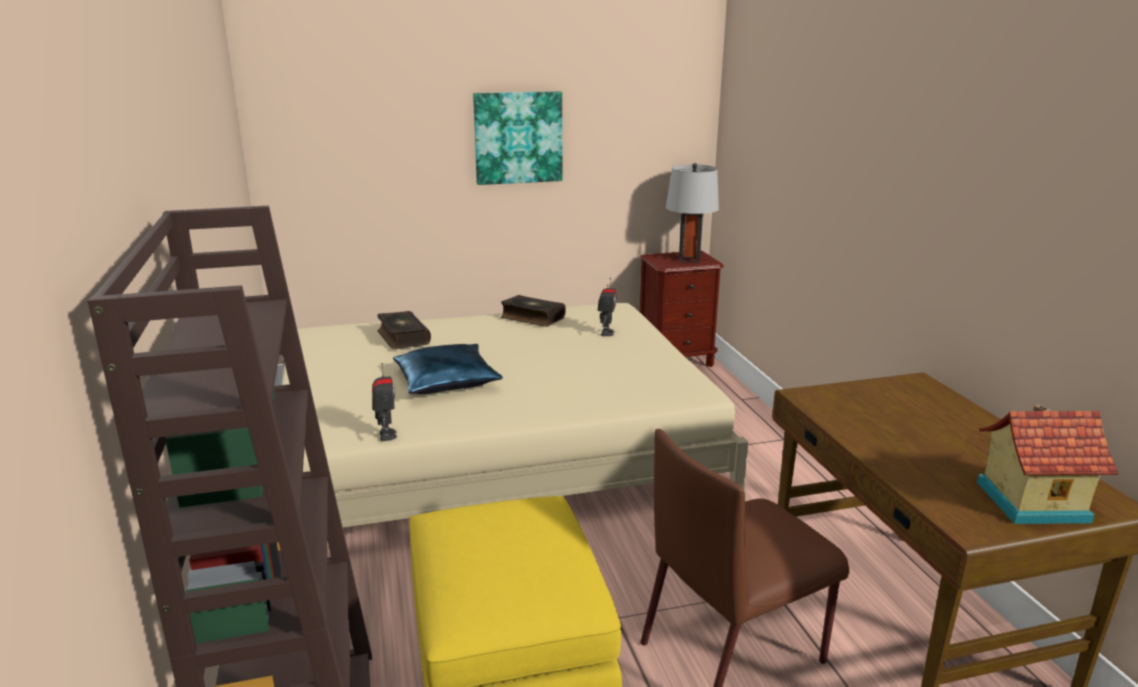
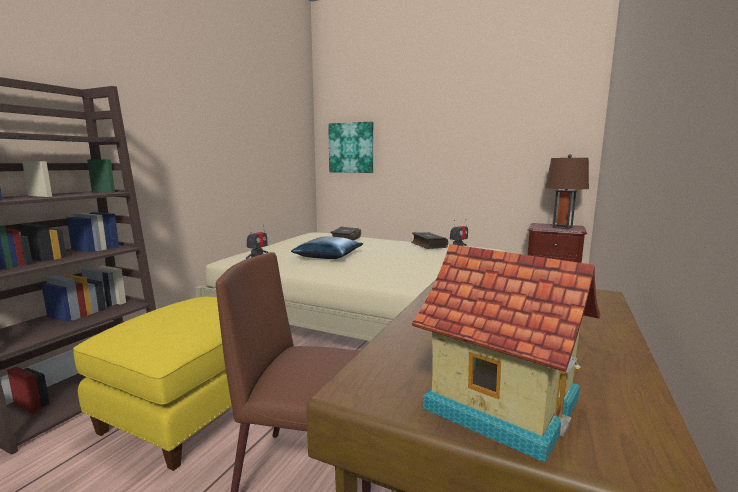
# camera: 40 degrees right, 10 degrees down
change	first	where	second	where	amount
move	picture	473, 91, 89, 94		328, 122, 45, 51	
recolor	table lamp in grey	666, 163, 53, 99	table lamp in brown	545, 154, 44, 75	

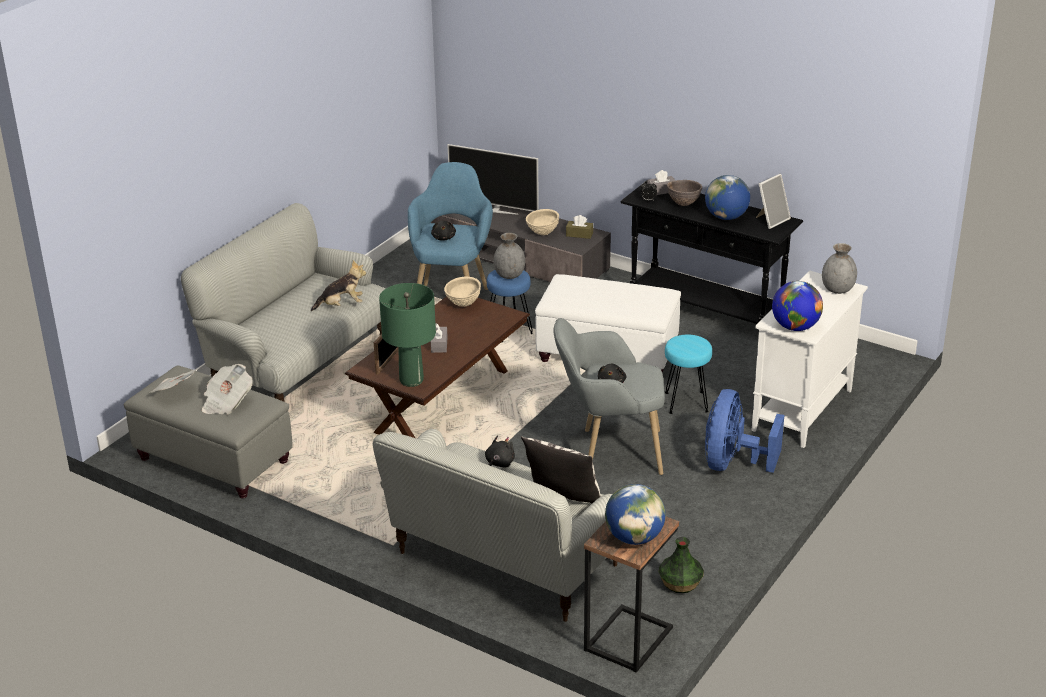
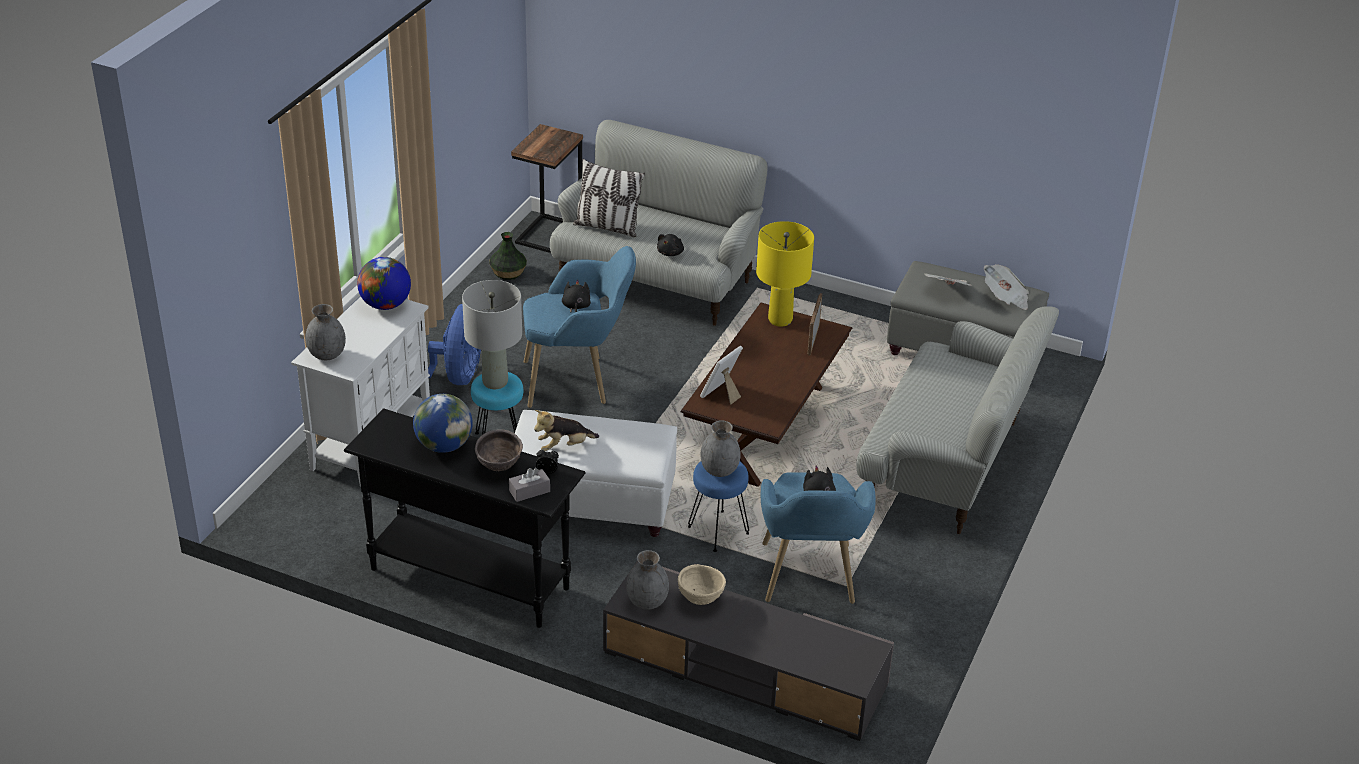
# camera: 170 degrees right, 5 degrees up
change	first	where	second	where	amount
insert			table lamp in grey	462, 280, 60, 109	
recolor	armchair in grey	554, 318, 111, 157	armchair in blue	523, 246, 113, 162	
move	plush toy	311, 260, 55, 51		534, 410, 65, 41	
replace	tissue box in brown	566, 215, 27, 24	vase in grey	626, 550, 43, 60	
move	picture frame	756, 174, 35, 55		700, 346, 43, 59	
recolor	table lamp in green	379, 283, 57, 104	table lamp in yellow	756, 221, 58, 106	
delete	tissue box in grey	431, 323, 17, 30			
delete	bowl in beige	444, 277, 37, 30			
delete	television	447, 144, 92, 71			
delete	globe	605, 484, 61, 61			

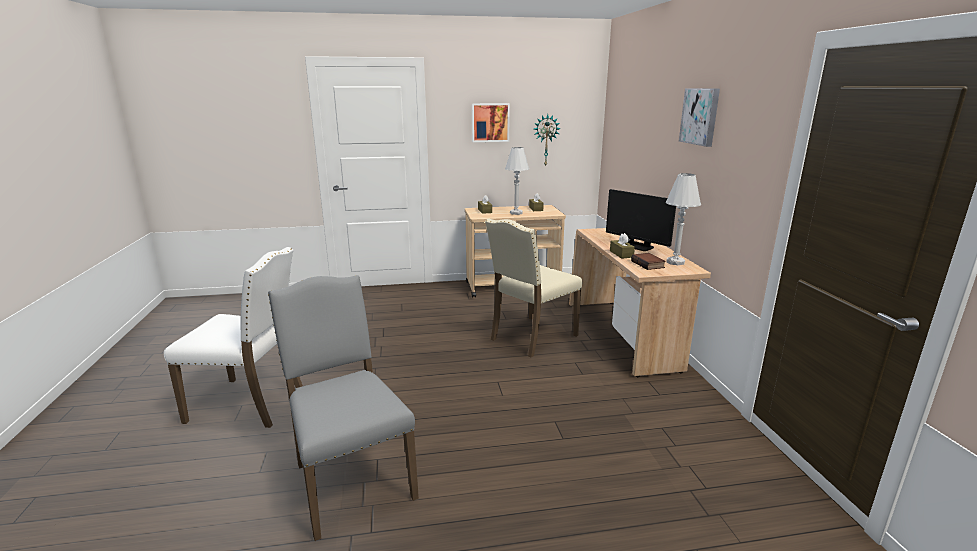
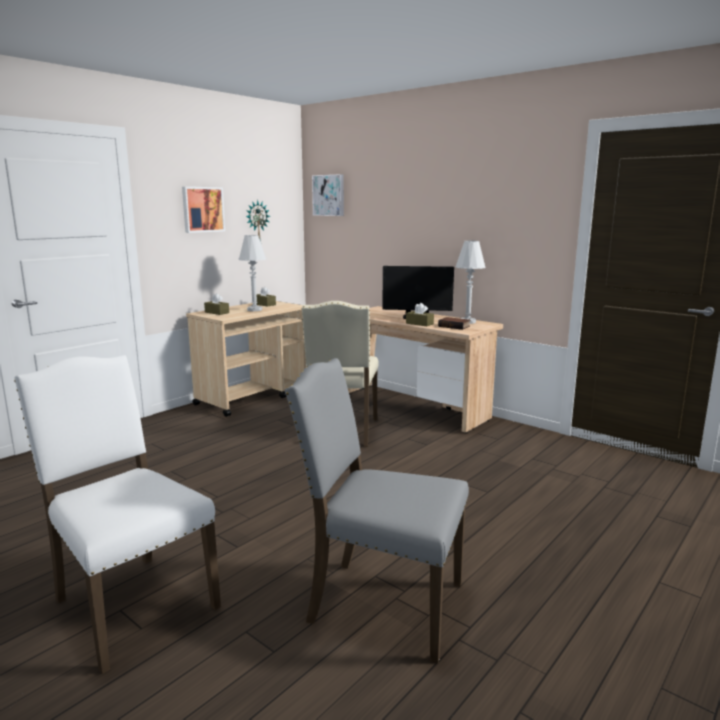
# camera: 40 degrees left, 5 degrees down
change	first	where	second	where	amount
rotate	chair in white	164, 247, 139, 181		14, 355, 207, 319	105 degrees counterclockwise
move	picture	679, 88, 41, 59		312, 174, 32, 42	

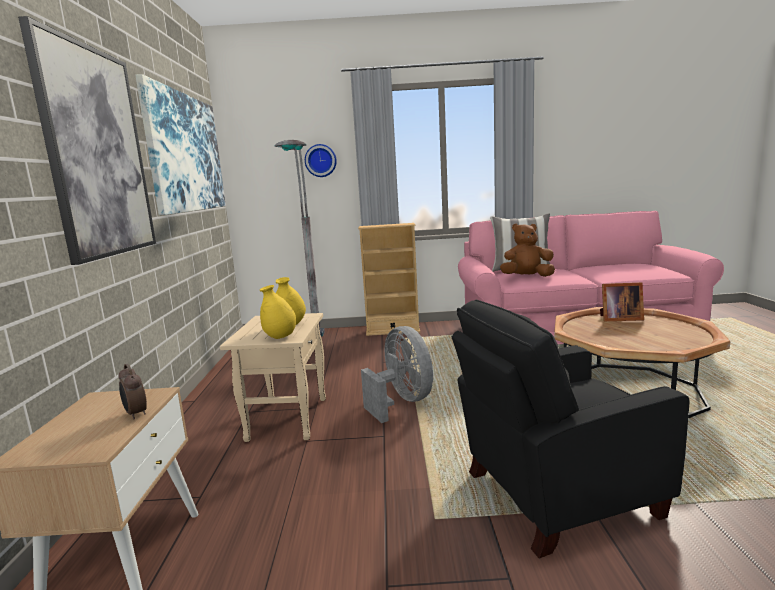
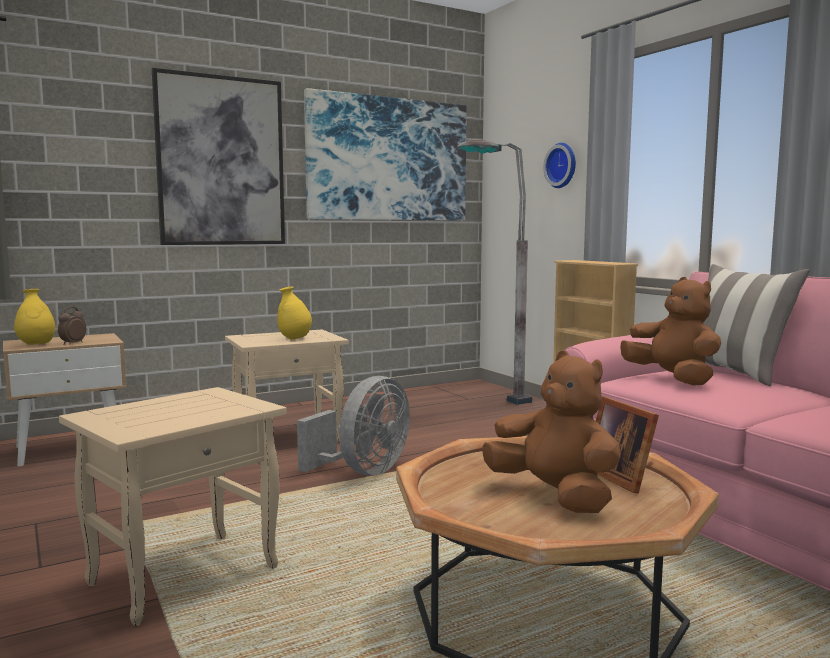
# camera: 60 degrees right, 5 degrees down
change	first	where	second	where	amount
move	vase in yellow	260, 285, 36, 54		14, 289, 41, 56	
replace	armchair in black	452, 300, 237, 259	side table in beige	59, 387, 228, 239	
insert			plush toy in brown	482, 351, 138, 162	

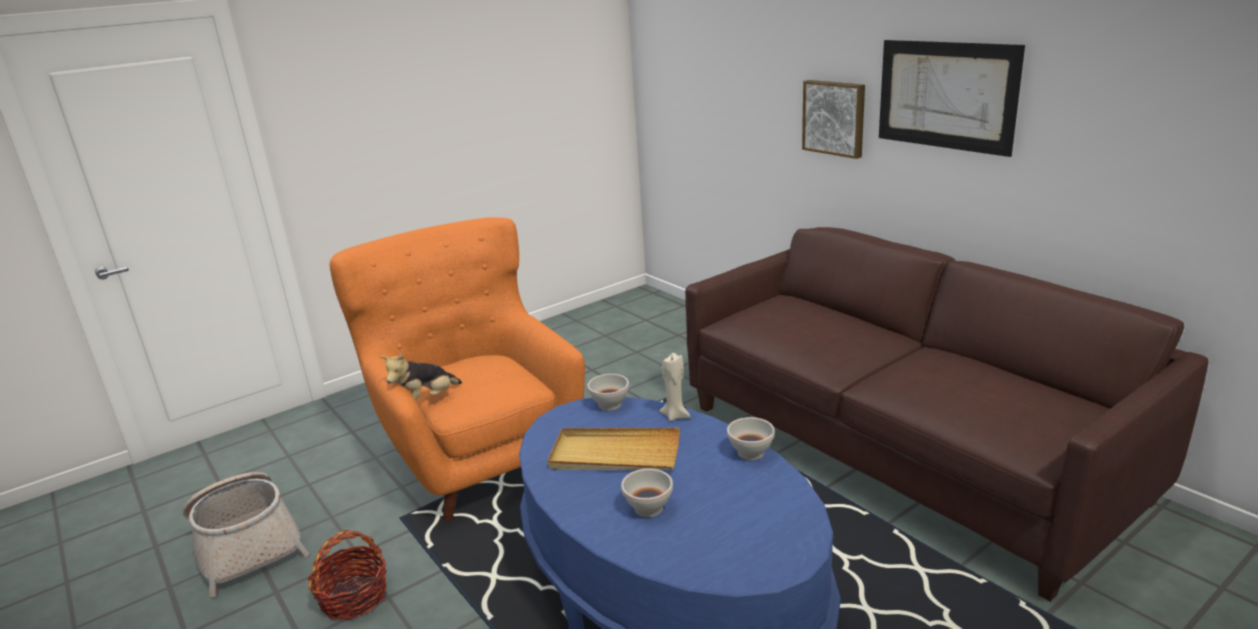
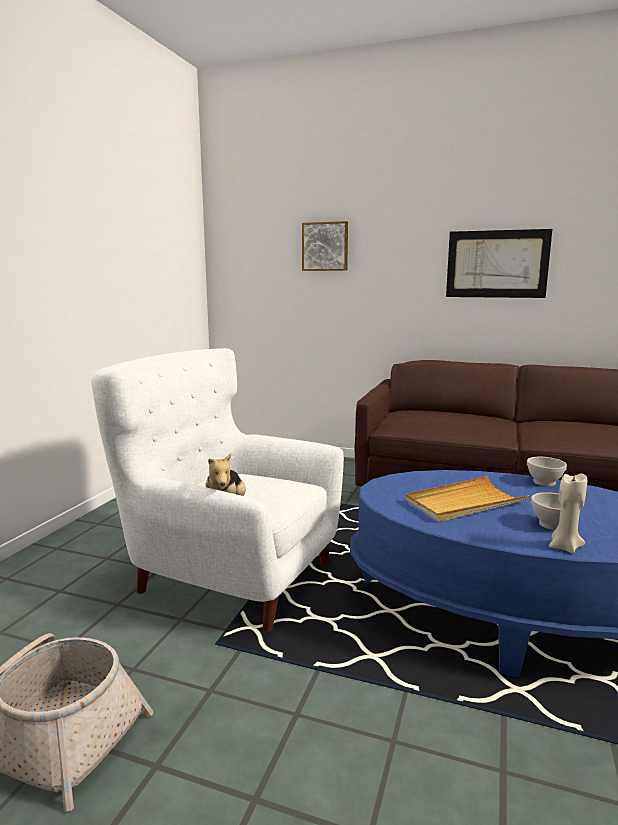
# camera: 35 degrees left, 10 degrees down
change	first	where	second	where	amount
recolor	armchair in orange	329, 217, 256, 305	armchair in white	91, 348, 253, 284	
move	picture	802, 80, 63, 79		302, 221, 46, 50	
move	candle in beige	659, 353, 32, 68		549, 472, 38, 82	
delete	basket	308, 530, 79, 90			
delete	bowl in white	587, 374, 42, 37			

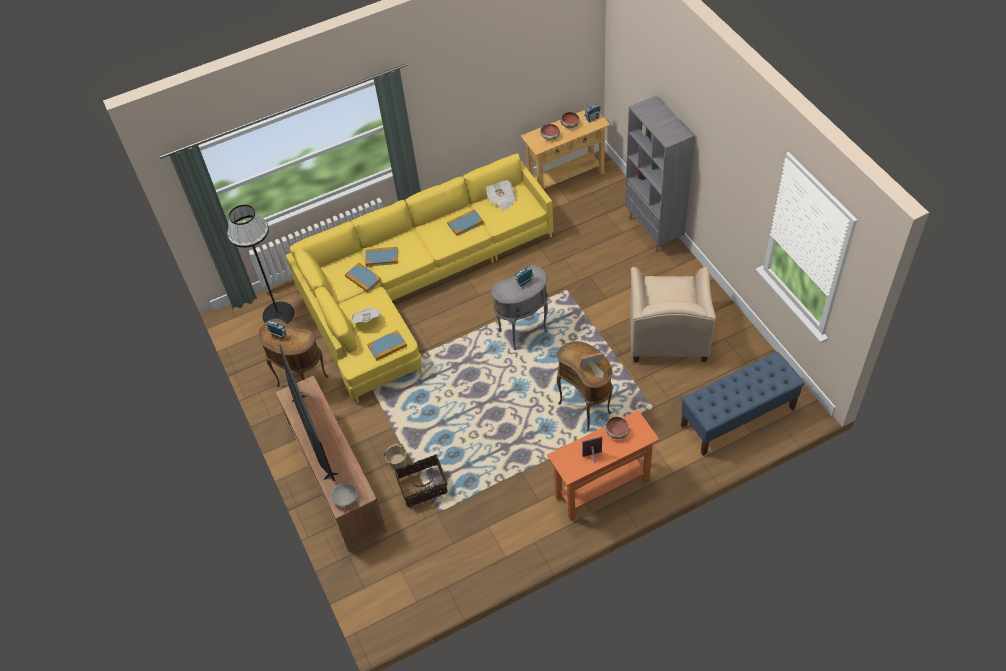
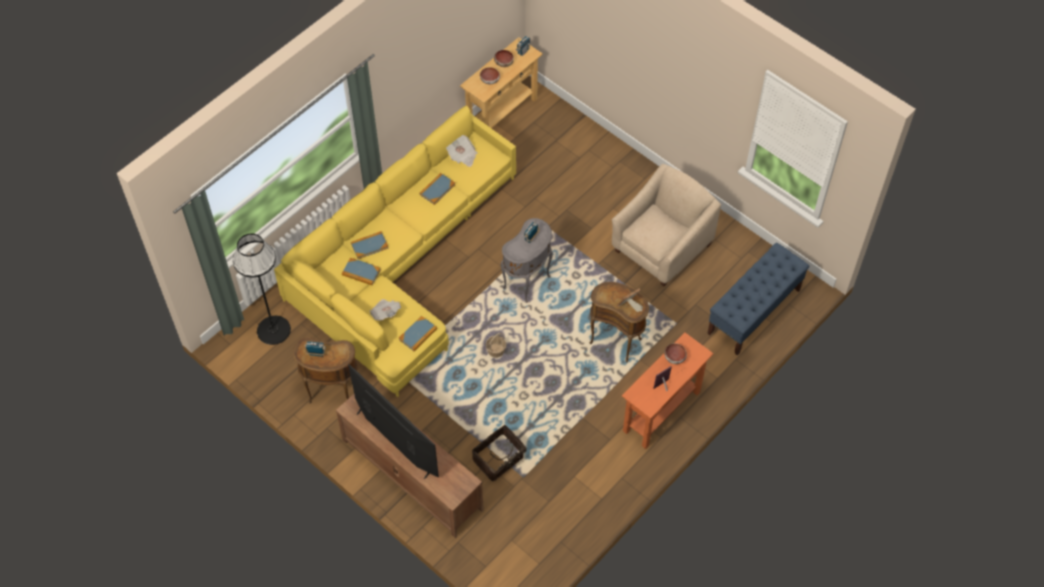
# camera: 25 degrees left, 5 degrees up
change	first	where	second	where	amount
move	basket	384, 443, 23, 27		486, 332, 21, 26	
rotate	armchair in beige	630, 267, 86, 95		612, 164, 109, 122	120 degrees counterclockwise
delete	bowl in grey	331, 483, 26, 24			
delete	bookcase in grey	625, 95, 70, 157			

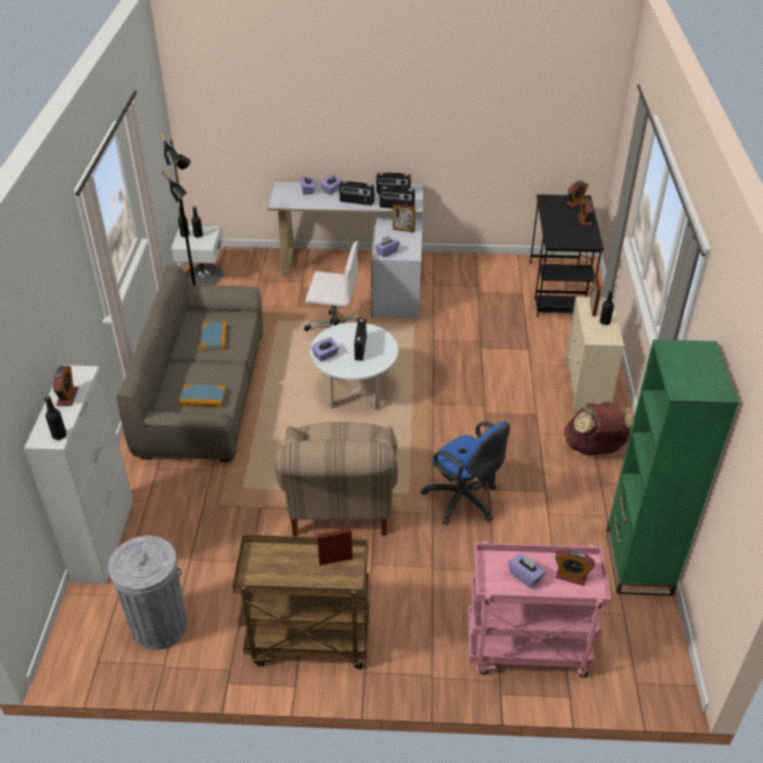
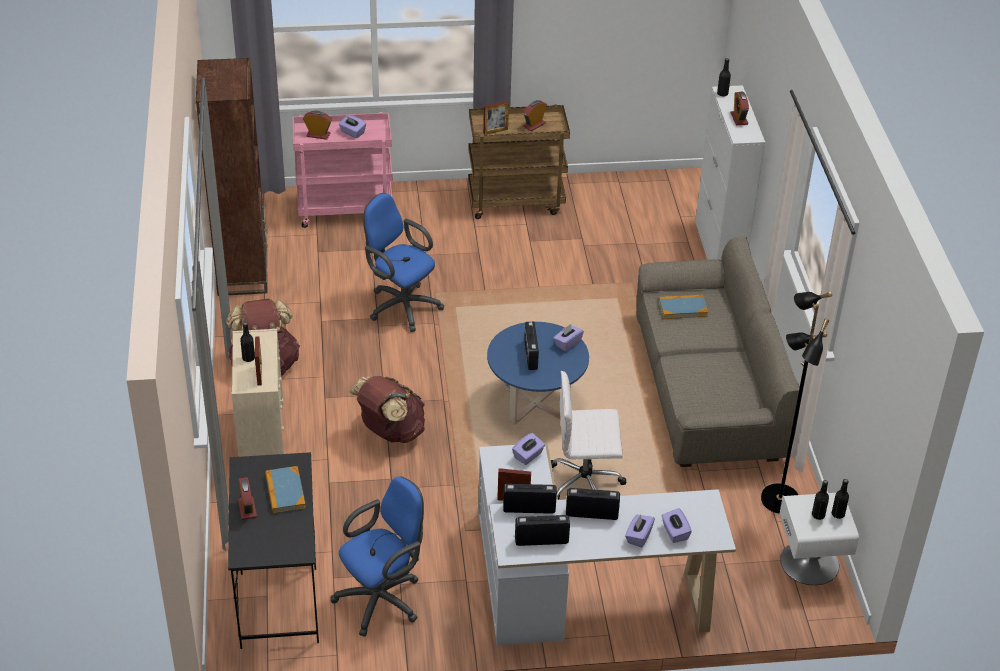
# camera: 170 degrees right, 0 degrees up
change	first	where	second	where	amount
recolor	bookcase in green	606, 339, 133, 257	bookcase in brown	196, 58, 72, 238	
move	book	200, 322, 27, 29		265, 466, 41, 48	
insert			office chair in blue	330, 476, 94, 161	
insert			backpack in brown	349, 376, 76, 67	
recolor	coffee table in white	310, 322, 88, 88	coffee table in blue	487, 322, 102, 103	
move	alarm clock	566, 181, 22, 26		523, 100, 24, 32	
delete	trash can in grey	108, 536, 79, 114			
delete	armchair in beige	275, 422, 123, 114			

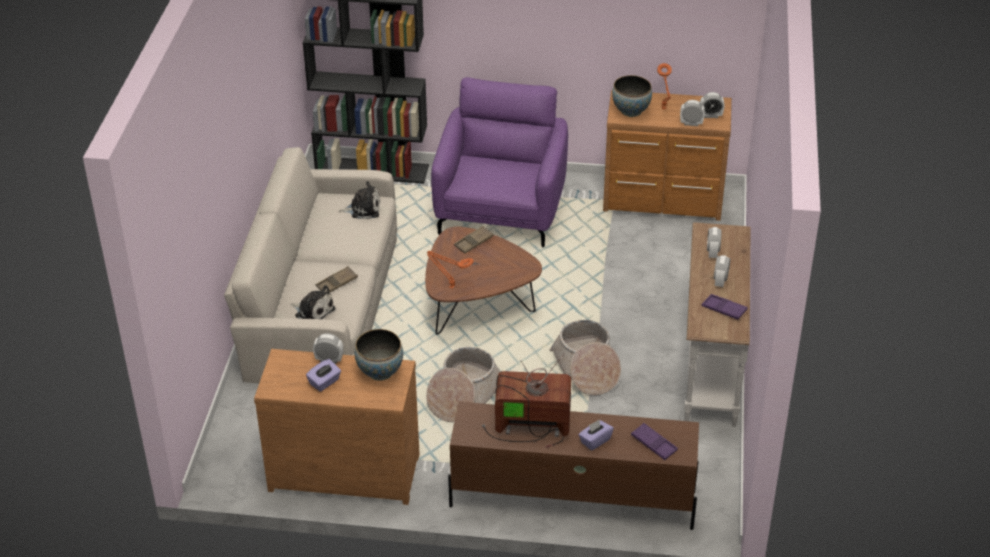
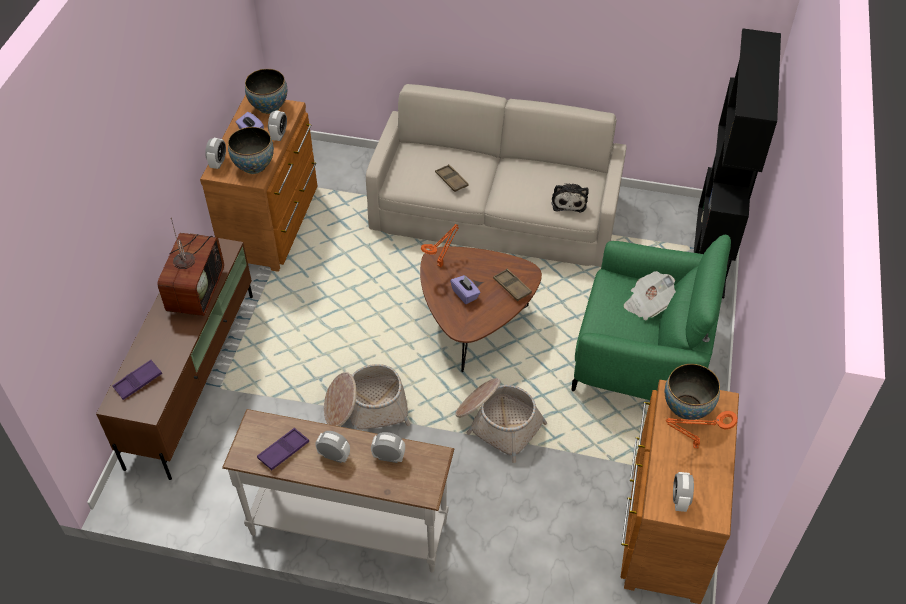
# camera: 95 degrees right, 10 degrees up
change	first	where	second	where	amount
move	alarm clock	680, 100, 25, 26		205, 138, 21, 31	
insert			bowl	245, 69, 42, 45	
move	tissue box in purple	578, 419, 36, 32		450, 275, 30, 29	
move	basket	426, 347, 74, 75		455, 378, 92, 85	
recolor	armchair in purple	431, 77, 137, 170	armchair in green	572, 235, 159, 165	
insert			newspaper	624, 271, 52, 49	
delete	plush toy	290, 285, 45, 34			

